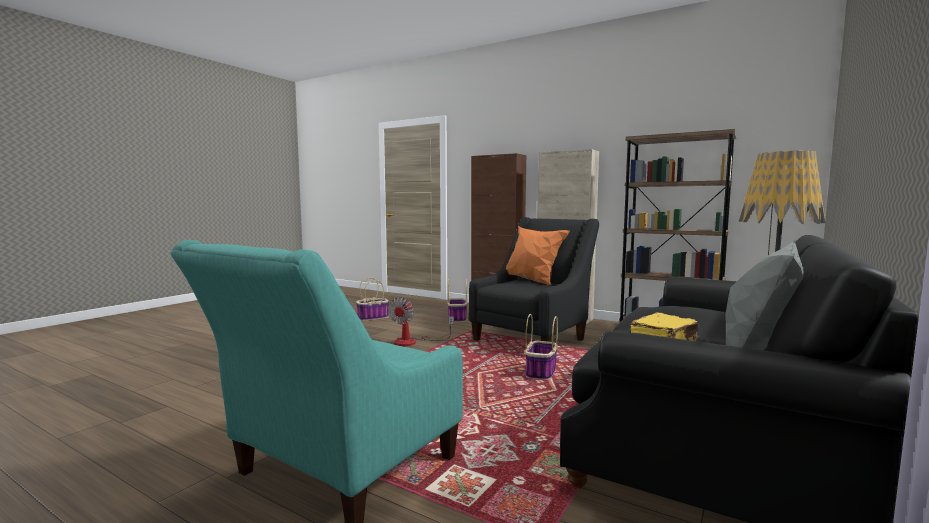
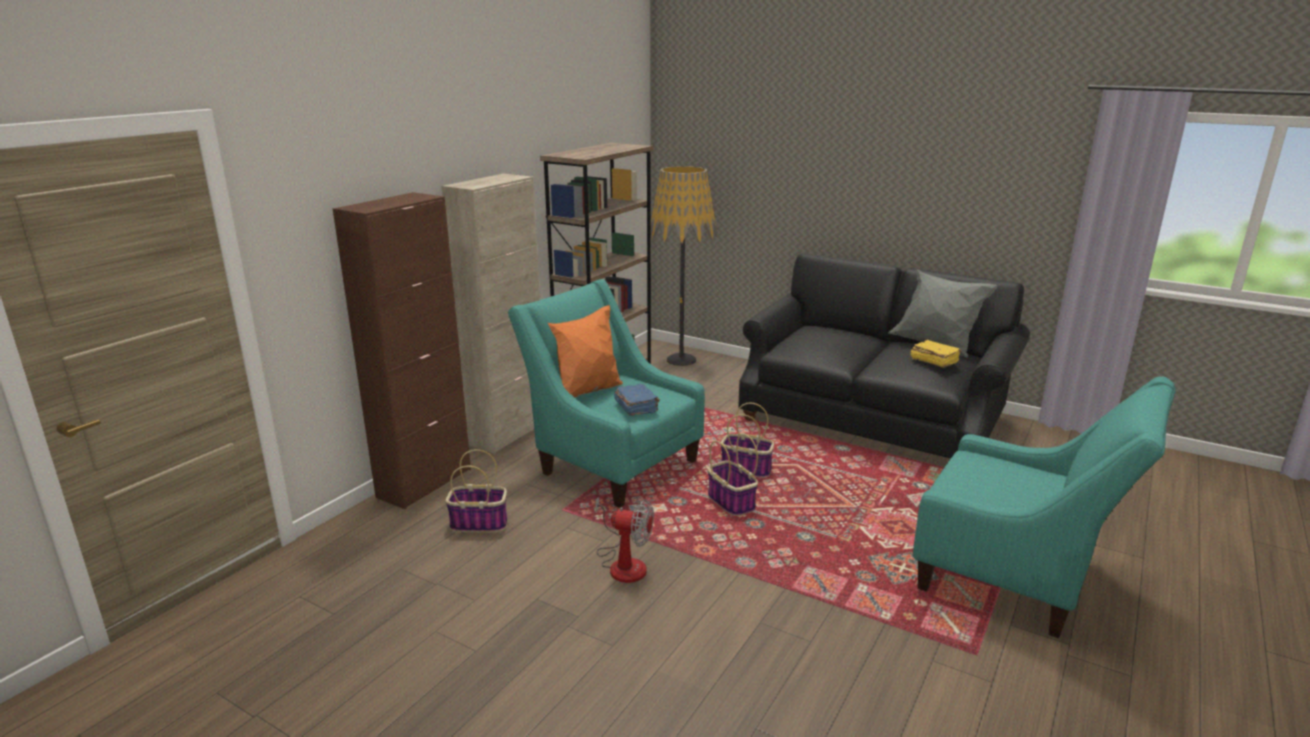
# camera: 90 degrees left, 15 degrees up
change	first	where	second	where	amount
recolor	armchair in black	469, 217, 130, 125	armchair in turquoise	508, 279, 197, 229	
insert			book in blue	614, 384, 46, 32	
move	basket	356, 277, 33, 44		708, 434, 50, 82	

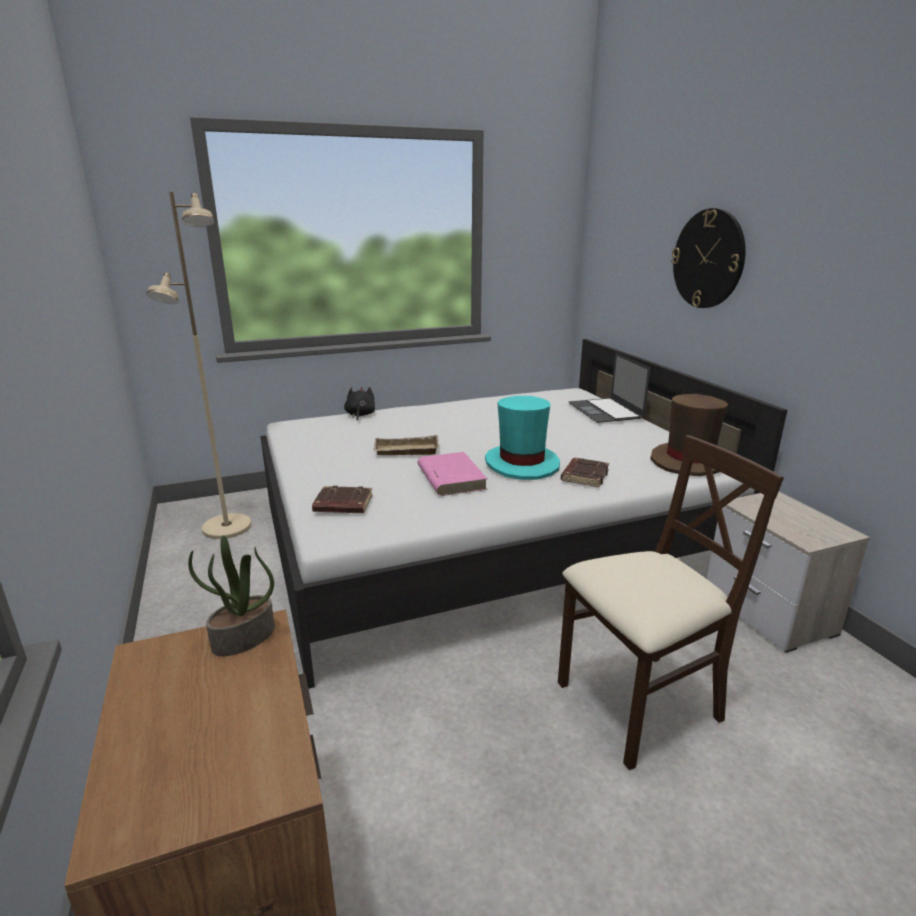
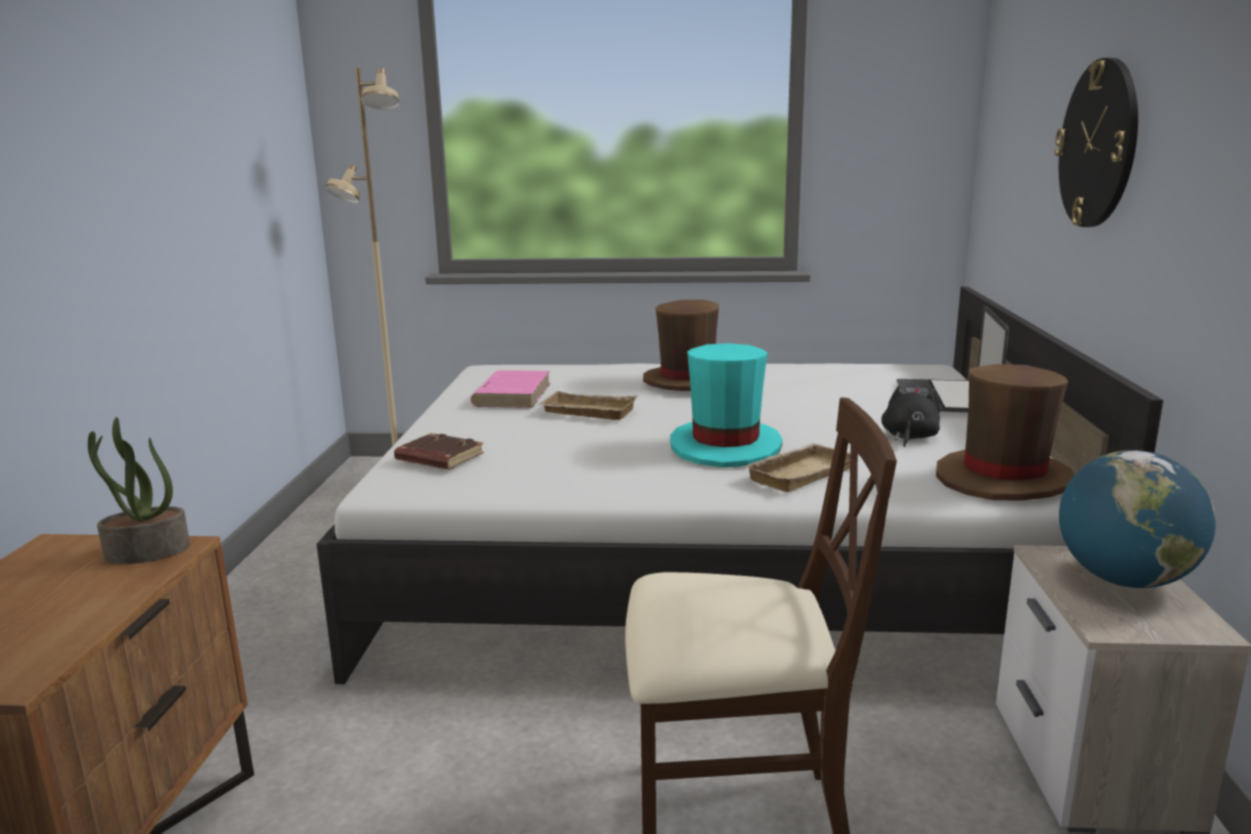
# camera: 25 degrees right, 5 degrees down
change	first	where	second	where	amount
move	book in pink	417, 452, 70, 44		470, 370, 81, 38	
insert			hat in brown	643, 300, 76, 91	
replace	book in brown	561, 458, 48, 29	tray in beige	745, 443, 105, 49	
move	plush toy in black	344, 387, 31, 34		881, 385, 59, 62	
insert			globe	1059, 450, 157, 138	

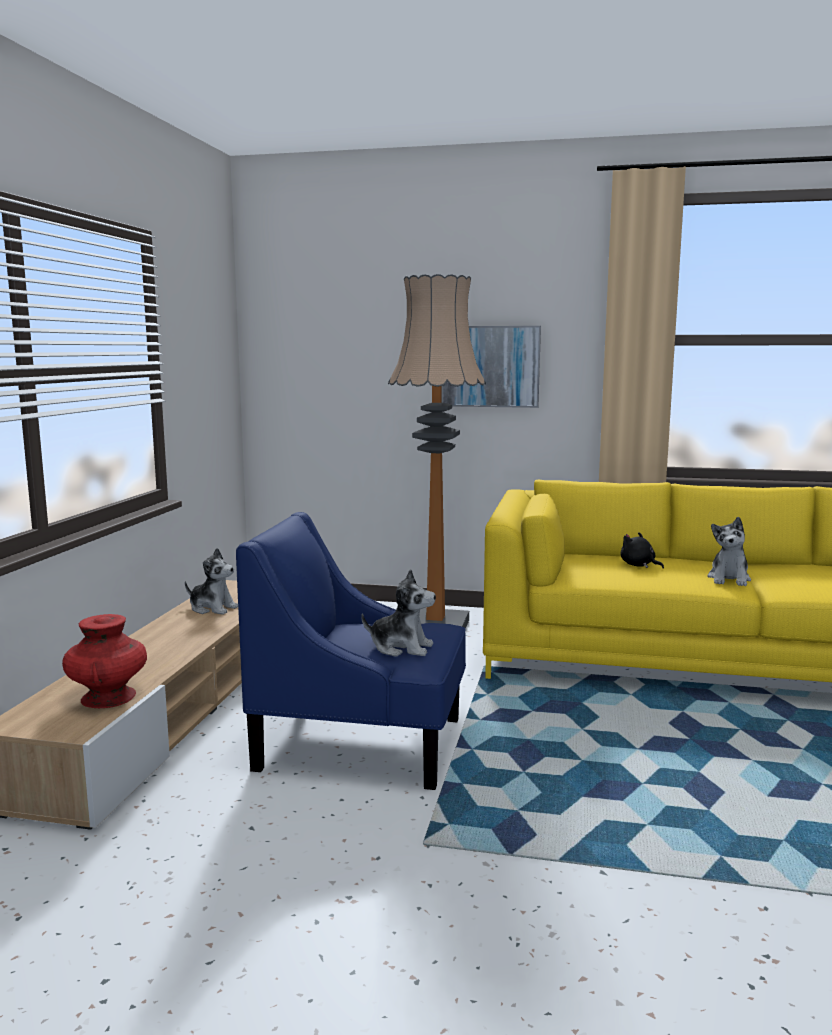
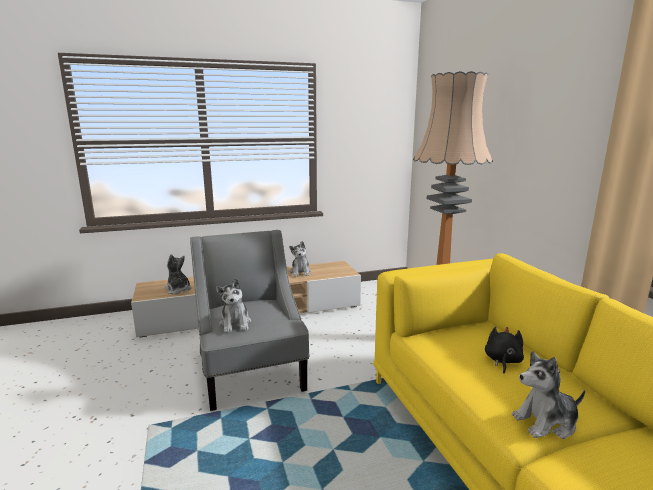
# camera: 60 degrees right, 5 degrees up
change	first	where	second	where	amount
replace	vase in red	62, 614, 85, 94	plush toy	165, 254, 26, 40	
recolor	armchair in blue	236, 512, 230, 278	armchair in grey	190, 230, 120, 181	
delete	picture	442, 326, 99, 82			

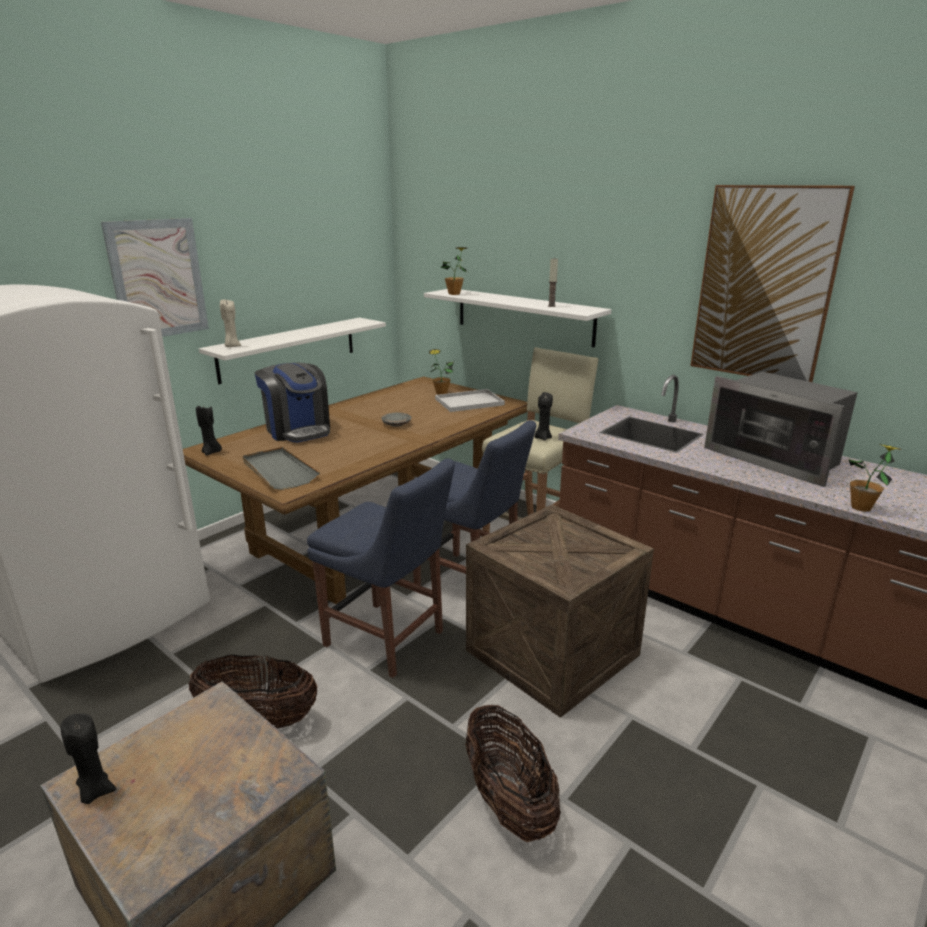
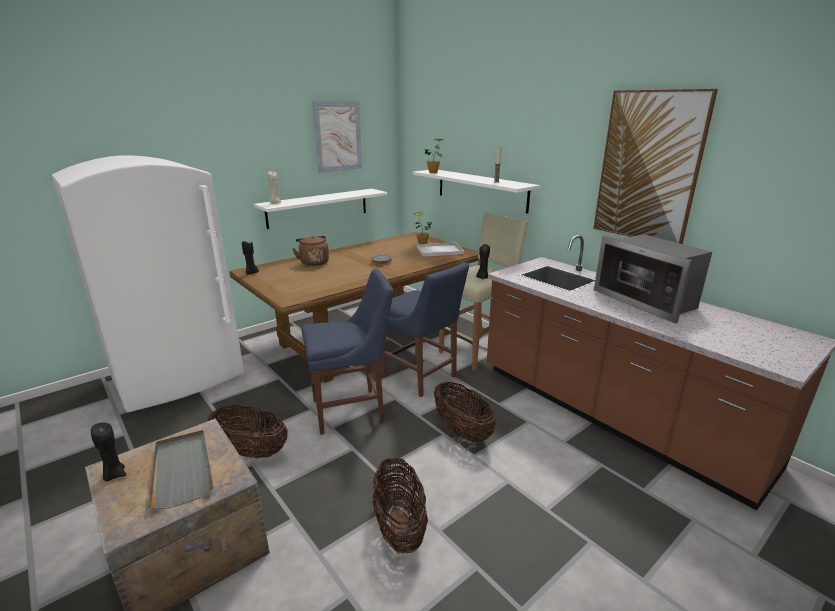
# camera: 10 degrees right, 0 degrees up
change	first	where	second	where	amount
move	tray in grey	243, 447, 77, 43		148, 430, 66, 79	
replace	coffee machine	255, 363, 75, 80	kettle in brown	292, 236, 37, 30	
rotate	chair in blue	307, 458, 148, 220		302, 269, 92, 166	60 degrees counterclockwise
move	picture	101, 218, 108, 119		312, 102, 50, 71	
replace	crate	466, 505, 188, 213	basket	434, 382, 62, 60	
delete	potted plant	848, 444, 54, 68			

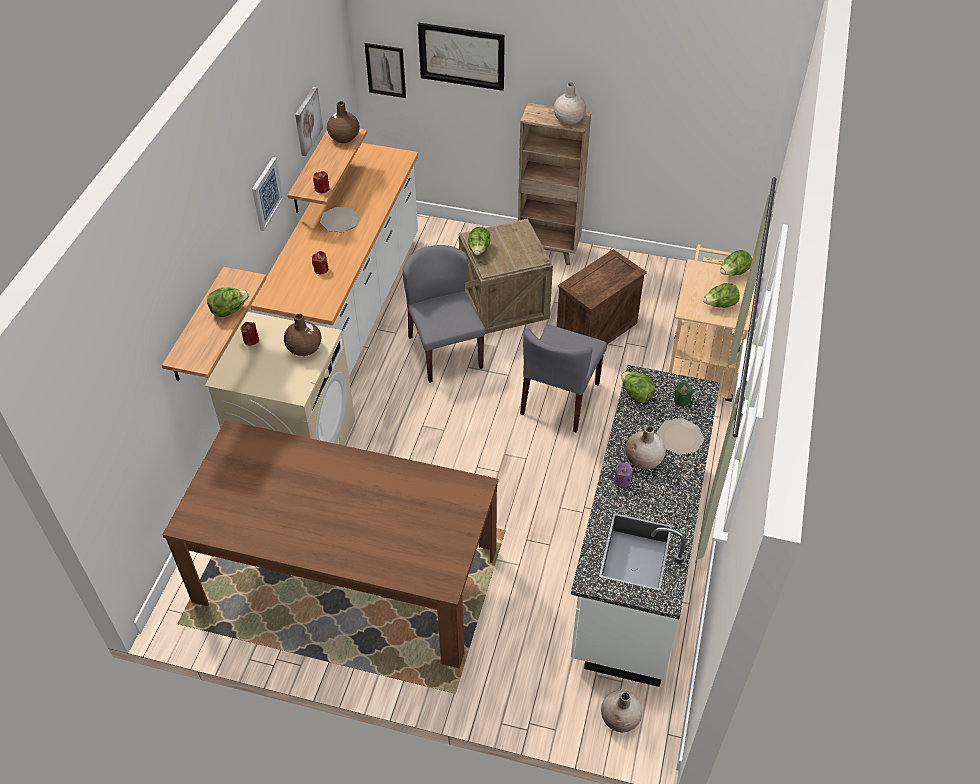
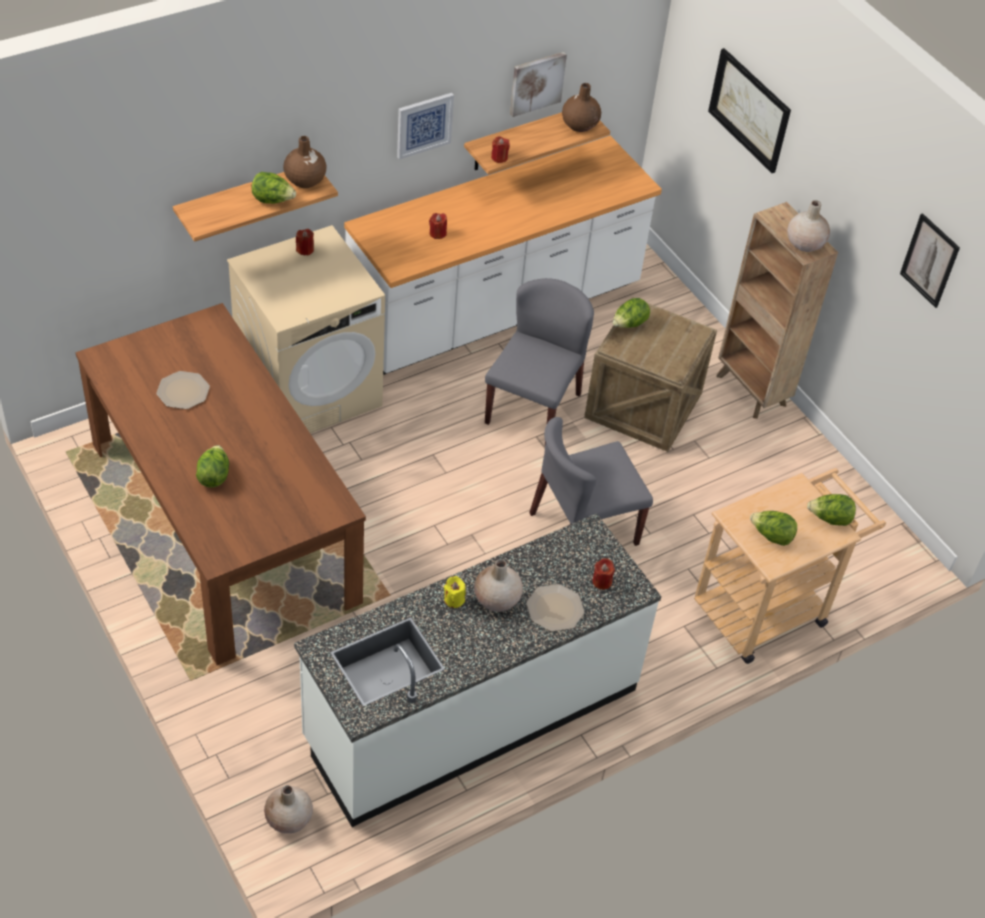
# camera: 40 degrees right, 0 degrees up
change	first	where	second	where	amount
move	plate	320, 207, 39, 25		156, 371, 54, 38	
move	lettuce	621, 372, 34, 31		196, 445, 33, 43	
move	vase in brown	284, 314, 37, 42		283, 136, 44, 52	
recolor	candle in purple	614, 462, 19, 26	candle in yellow	444, 576, 22, 32	
recolor	candle in green	674, 381, 19, 26	candle in red	592, 558, 23, 32	
move	picture	365, 43, 41, 55		900, 213, 60, 95	
delete	crate	557, 249, 90, 95			

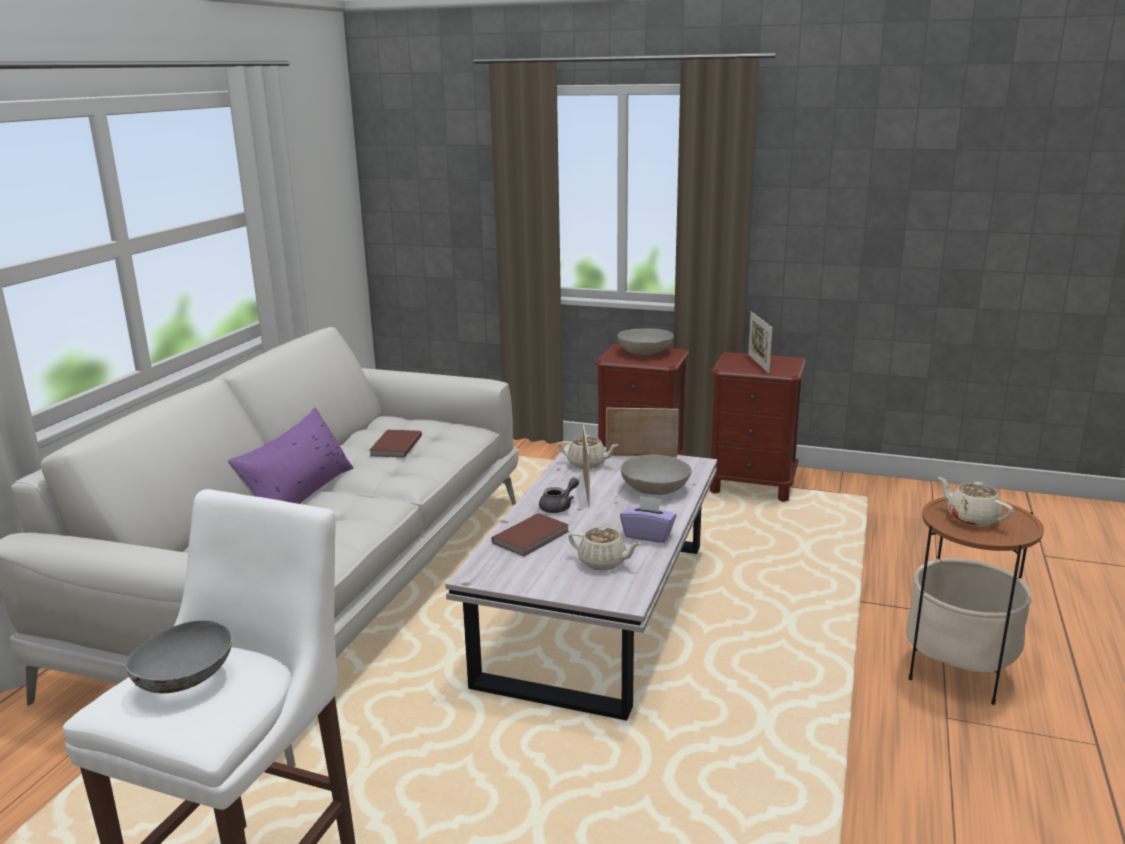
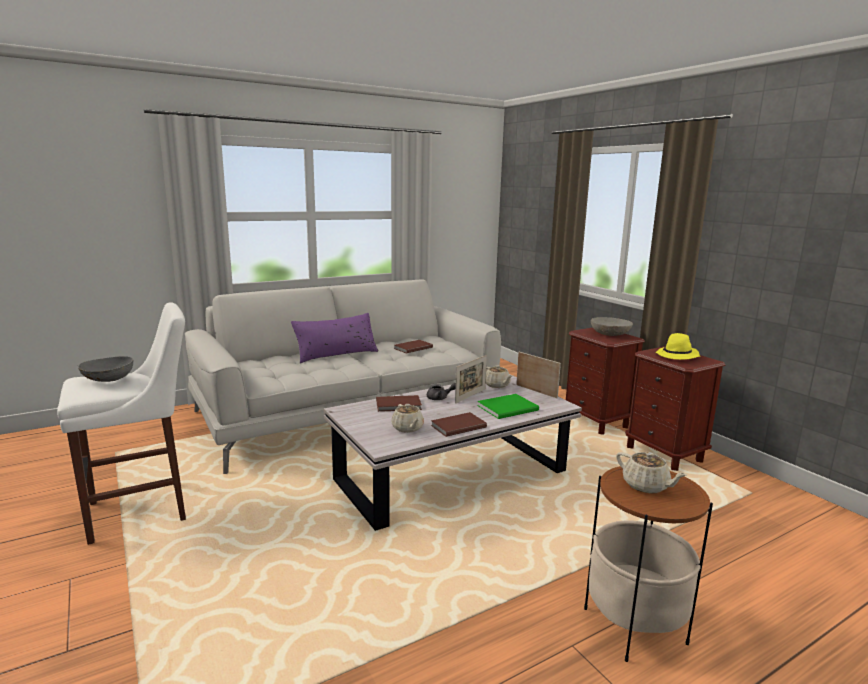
# camera: 40 degrees right, 5 degrees down
change	first	where	second	where	amount
replace	tissue box in purple	620, 496, 56, 47	book in brown	431, 412, 56, 25	
replace	bowl in grey	621, 455, 71, 40	book in green	477, 394, 62, 25	
rotate	teapot in beige	938, 477, 76, 50		616, 452, 71, 41	135 degrees clockwise
replace	picture frame	748, 312, 24, 61	hat in yellow	655, 333, 46, 27	

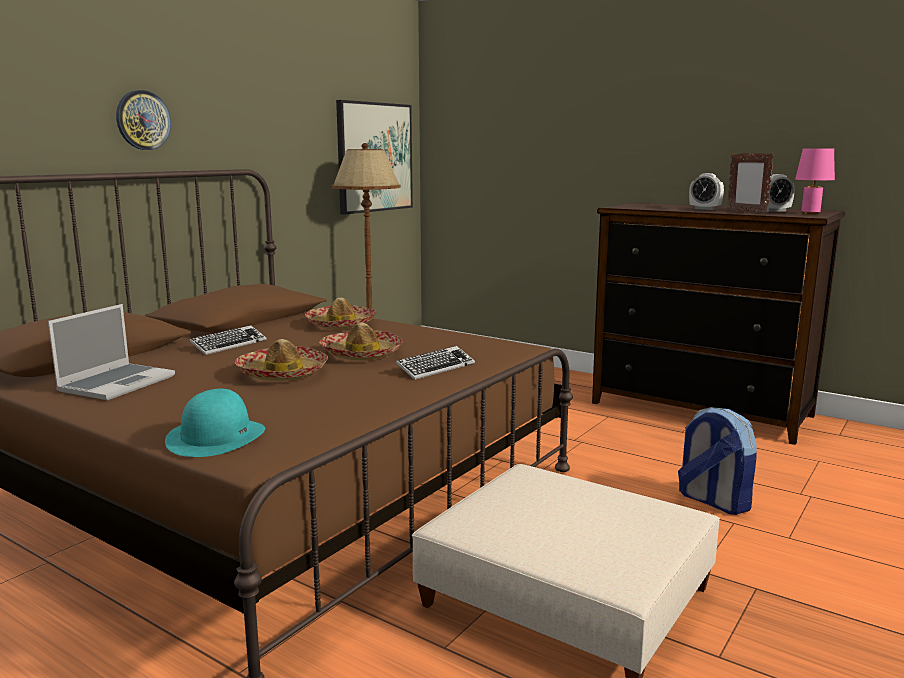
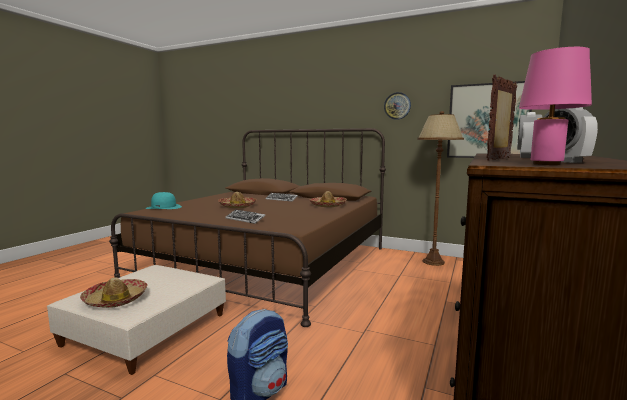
# camera: 80 degrees right, 5 degrees down
change	first	where	second	where	amount
move	hat	319, 323, 84, 37		80, 277, 68, 31	
move	wall clock	116, 90, 55, 60		384, 92, 27, 28	
delete	laptop	48, 304, 127, 96			

